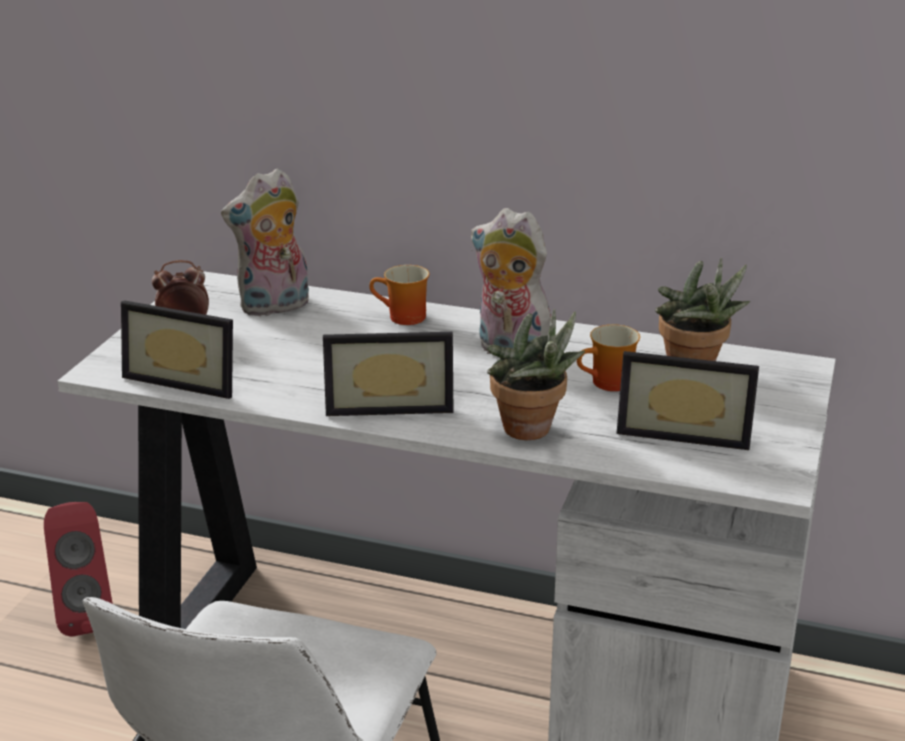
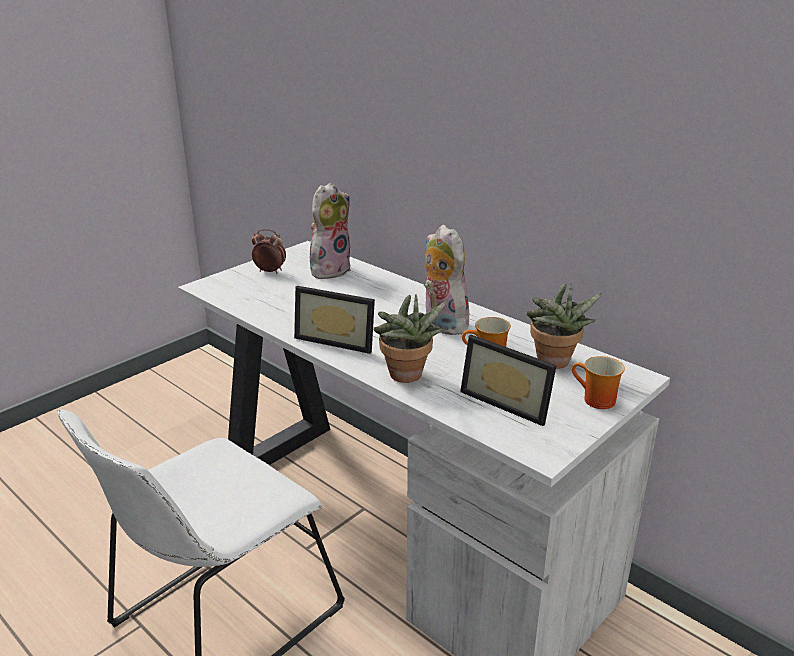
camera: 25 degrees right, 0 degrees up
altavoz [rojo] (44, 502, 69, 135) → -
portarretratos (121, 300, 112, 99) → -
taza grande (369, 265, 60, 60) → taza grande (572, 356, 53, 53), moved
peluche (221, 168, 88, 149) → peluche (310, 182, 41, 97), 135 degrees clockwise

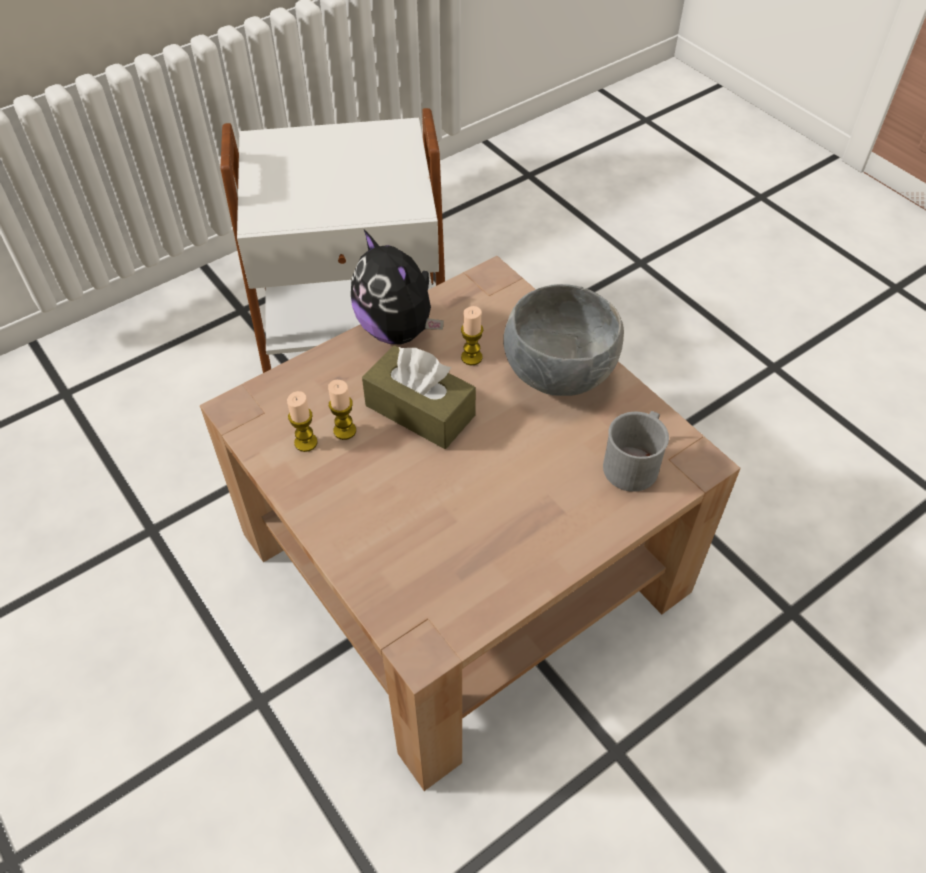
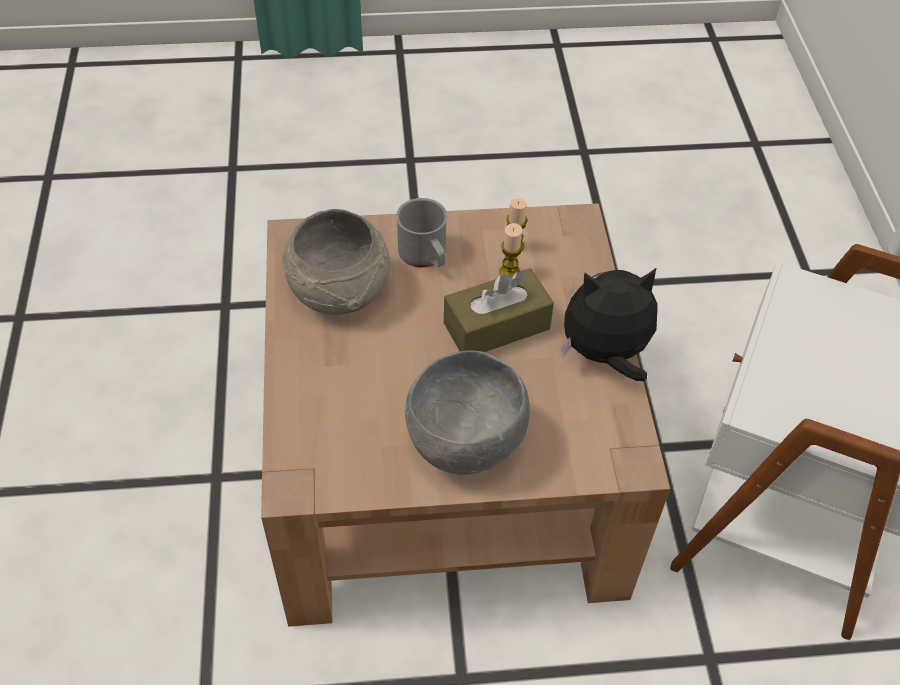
camera: 120 degrees right, 0 degrees up
vela (461, 306, 22, 59) → -
- → cuenco [gris] (282, 209, 108, 106)
taza grande [gris] (603, 411, 66, 81) → taza grande [gris] (396, 198, 51, 70), moved

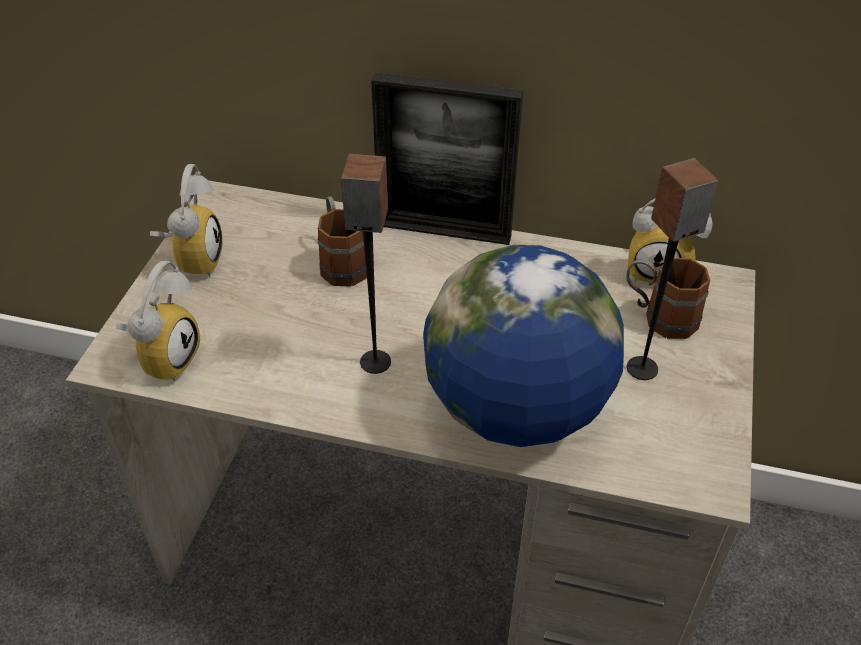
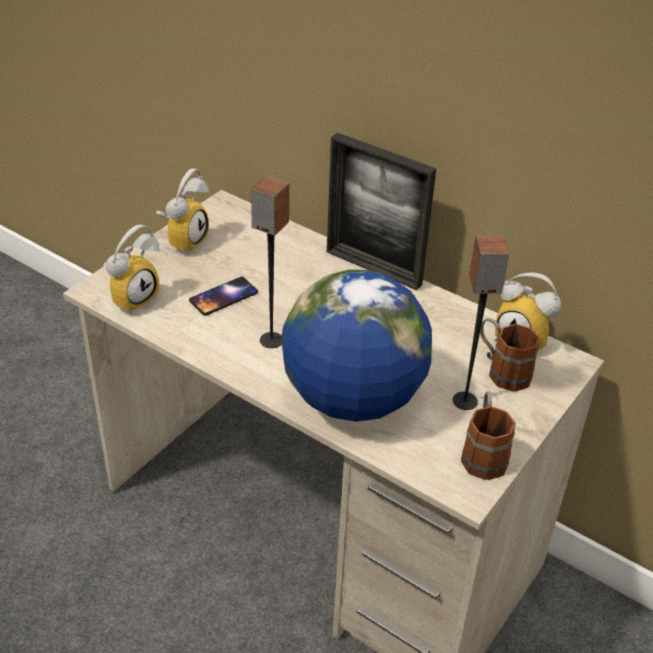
camera: 20 degrees right, 5 degrees down
- → móvil (189, 277, 69, 39)
taza grande [marrón] (318, 196, 49, 91) → taza grande [marrón] (461, 392, 54, 88), moved

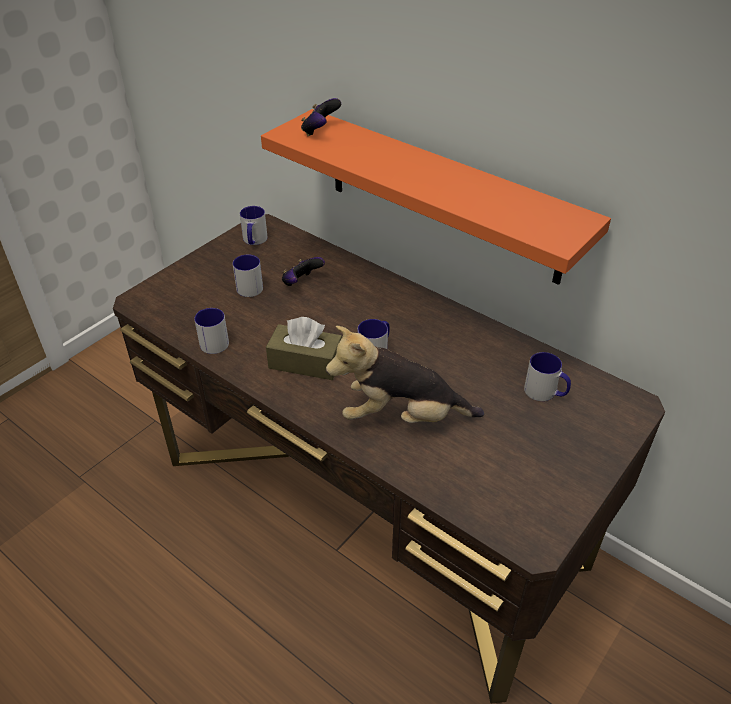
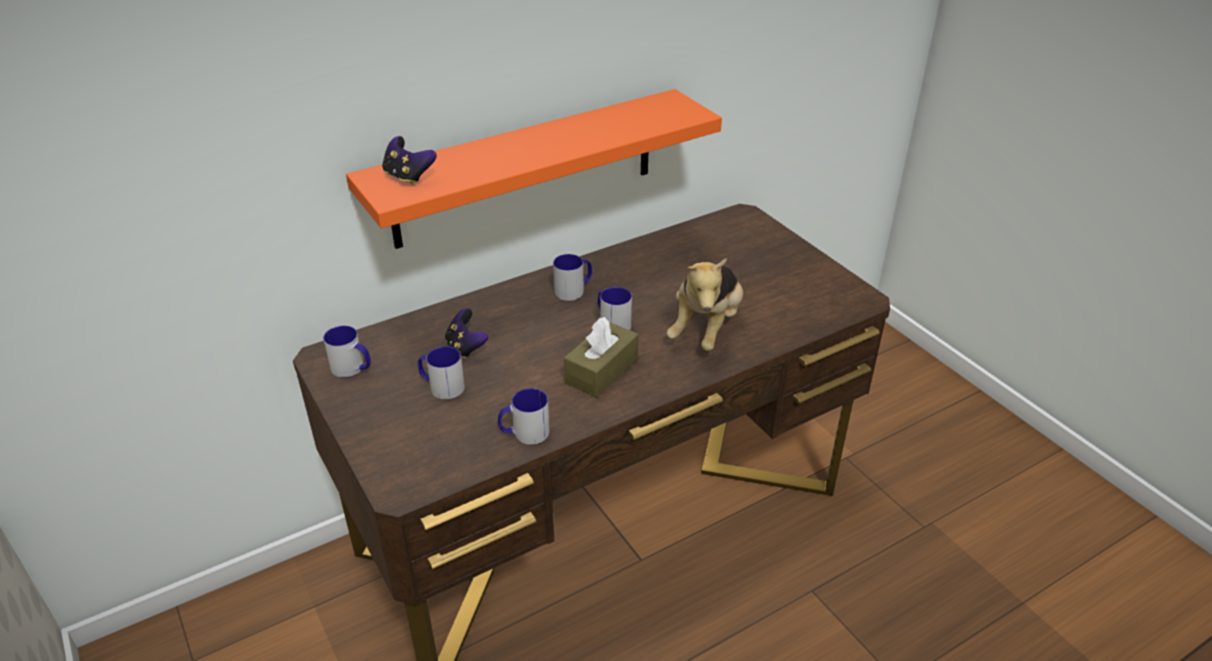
camera: 70 degrees left, 5 degrees down
taza grande (524, 352, 47, 49) → taza grande (553, 254, 39, 47), moved

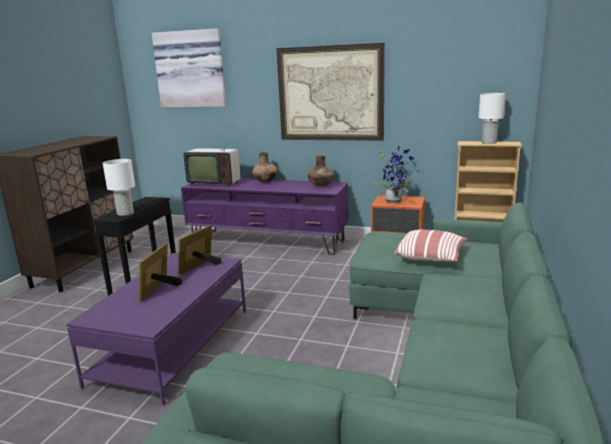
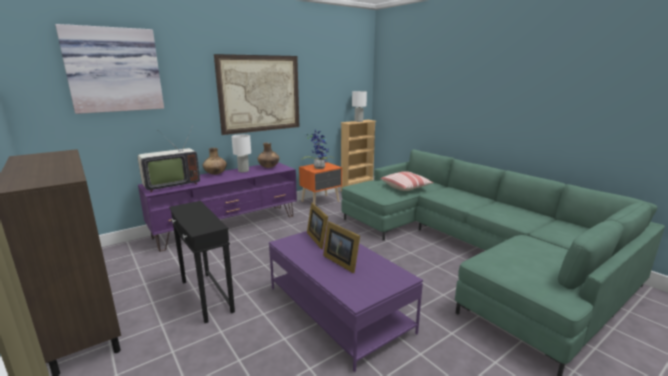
camera: 55 degrees left, 0 degrees up
lámpara de mesa [blanco] (103, 159, 32, 57) → lámpara de mesa [blanco] (231, 134, 20, 38), moved

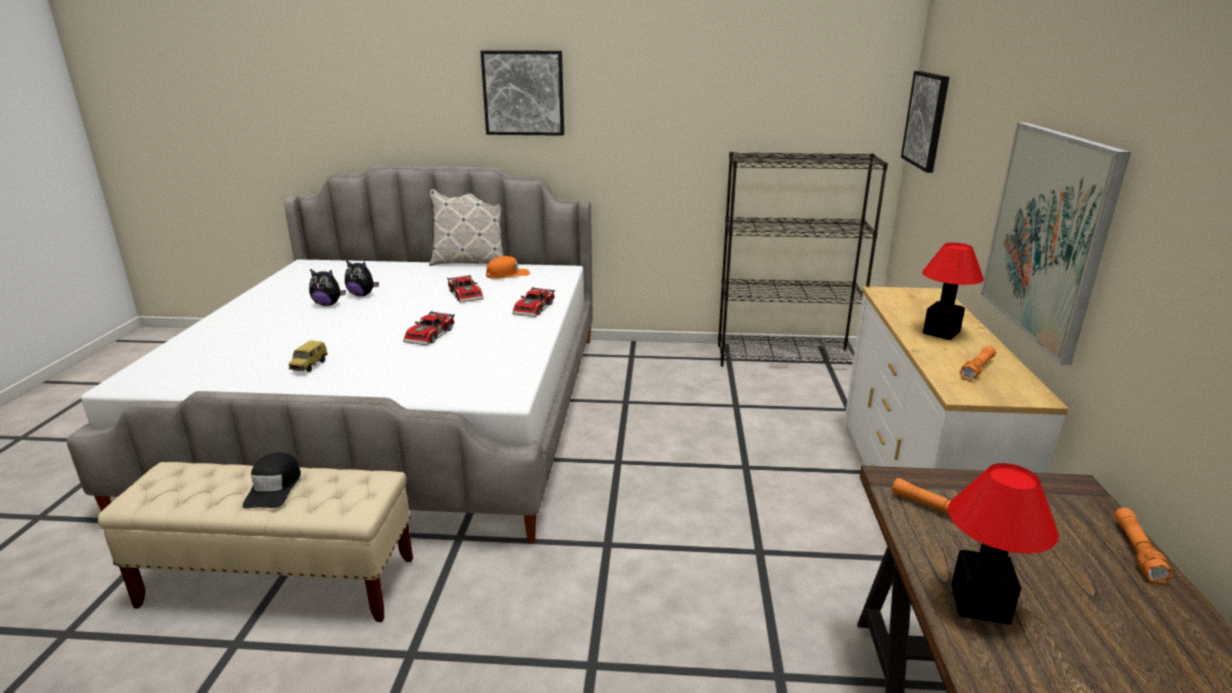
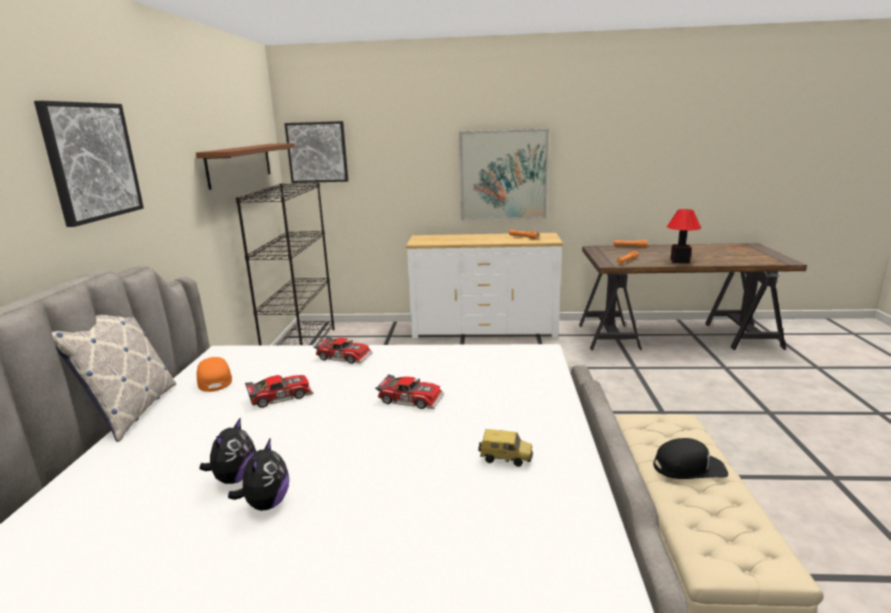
camera: 90 degrees left, 5 degrees down
lámpara de mesa (922, 243, 62, 97) → -
- → estante [marrón] (196, 143, 99, 47)

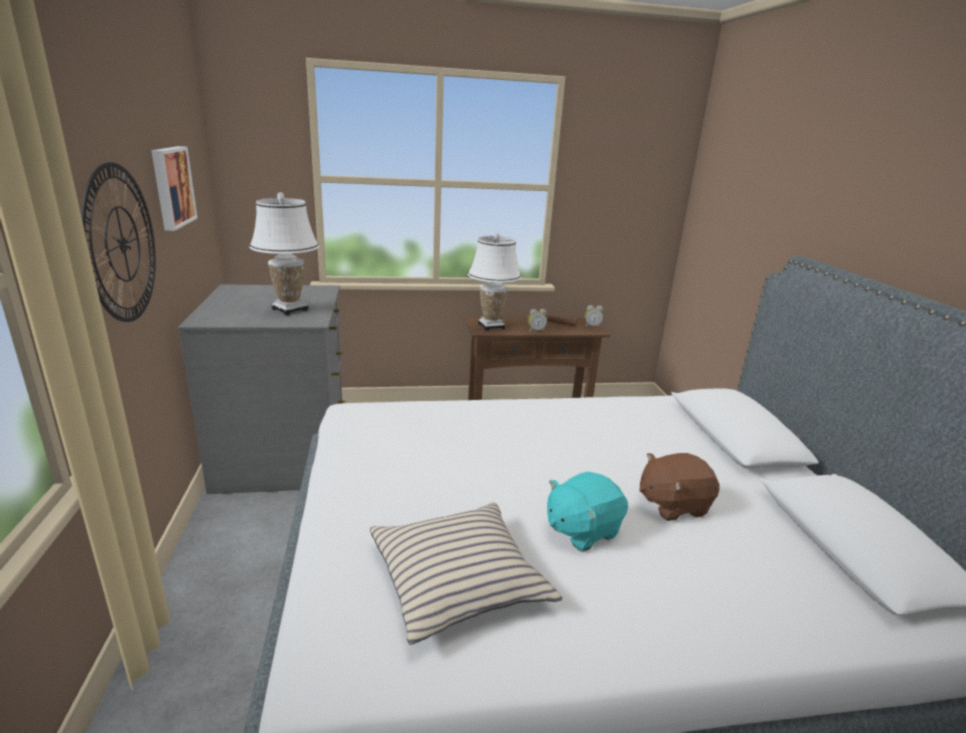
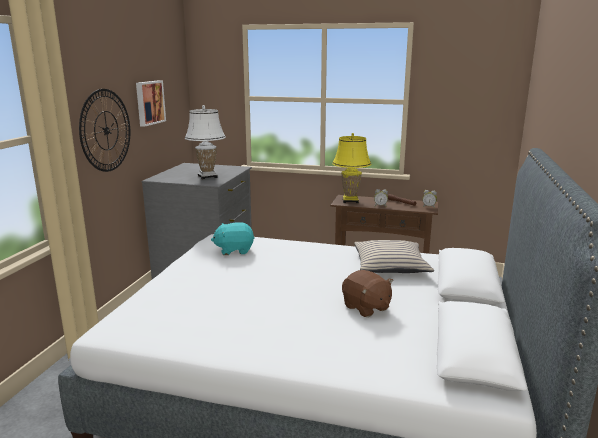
camera: 25 degrees right, 5 degrees down
cojín [beis] (370, 502, 192, 143) → cojín [beis] (354, 240, 80, 33), moved
peluche [turquesa] (547, 472, 81, 80) → peluche [turquesa] (211, 222, 44, 33), moved
lámpara de mesa [blanco] (468, 232, 54, 99) → lámpara de mesa [amarillo] (332, 133, 39, 70)
peluche [marrón] (639, 453, 81, 68) → peluche [marrón] (342, 270, 51, 47), 135 degrees counterclockwise

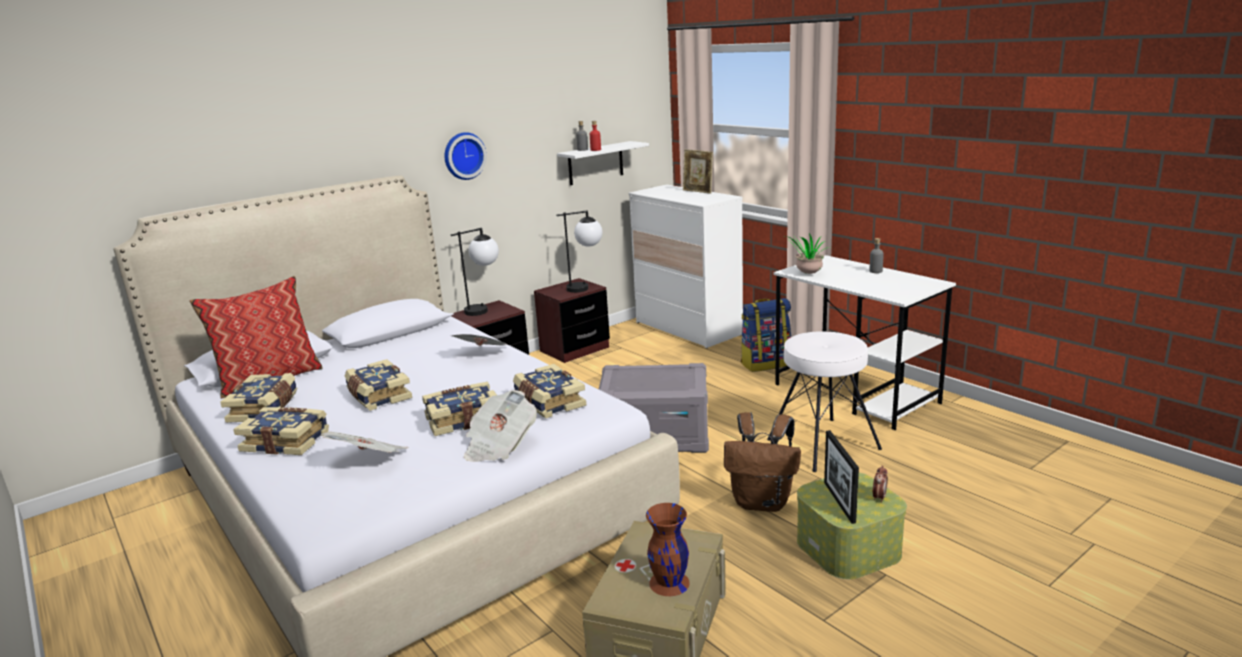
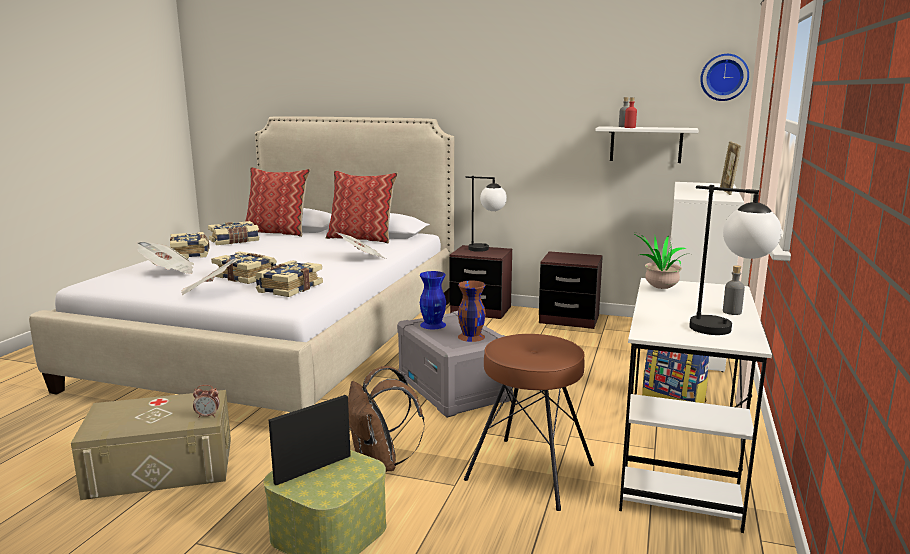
camera: 55 degrees right, 5 degrees down
libro (345, 359, 67, 52) → -
- → cojín (326, 170, 72, 73)
- → florero [azul] (420, 271, 26, 58)
reloj de pared (445, 132, 42, 48) → reloj de pared (700, 54, 49, 47), moved
lámpara de mesa (556, 210, 46, 83) → lámpara de mesa (689, 185, 93, 150), moved
florero [marrón] (646, 503, 44, 93) → florero [marrón] (458, 281, 28, 61), moved
despertador (873, 465, 15, 38) → despertador (193, 385, 27, 33), moved
taburete [blanco] (767, 331, 115, 141) → taburete [marrón] (464, 334, 130, 177)

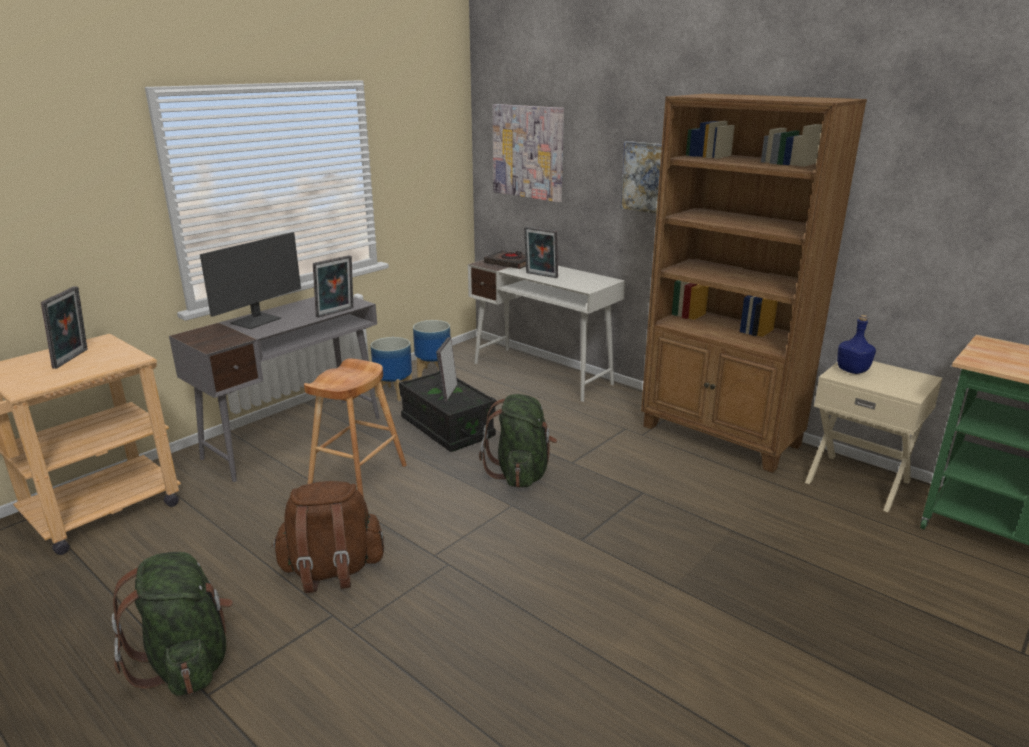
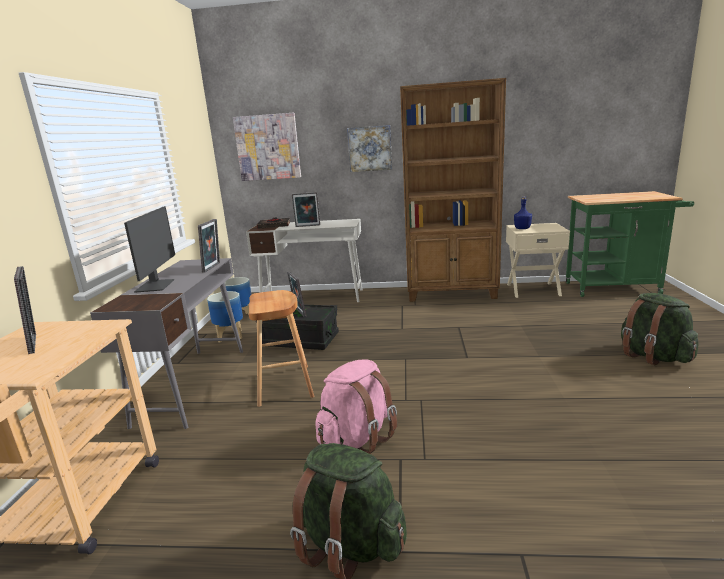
camera: 35 degrees left, 5 degrees down
mochila [verde] (479, 394, 78, 94) → mochila [verde] (621, 293, 78, 72), moved
mochila [marrón] (272, 481, 112, 112) → mochila [rosa] (315, 359, 82, 95)

